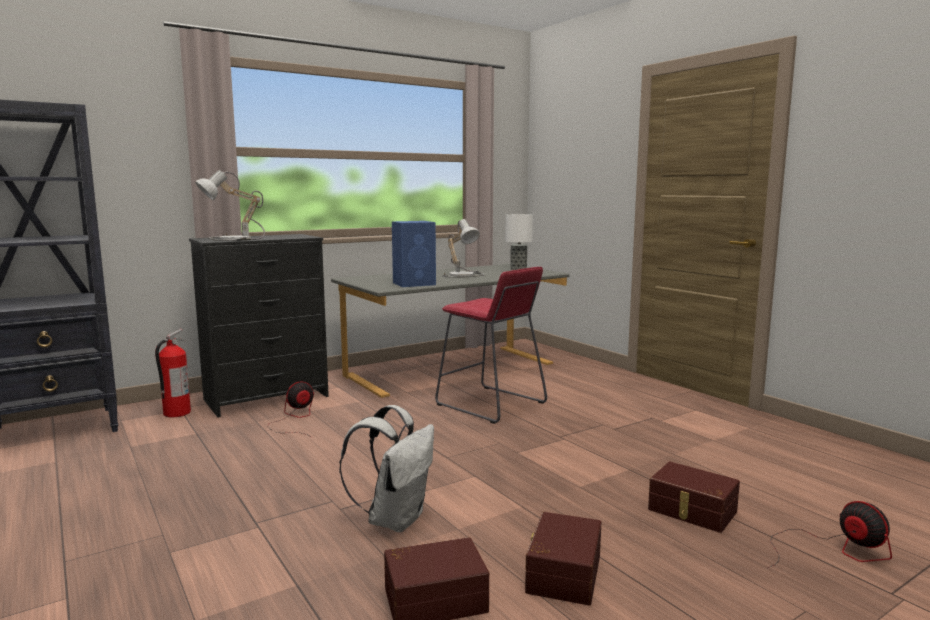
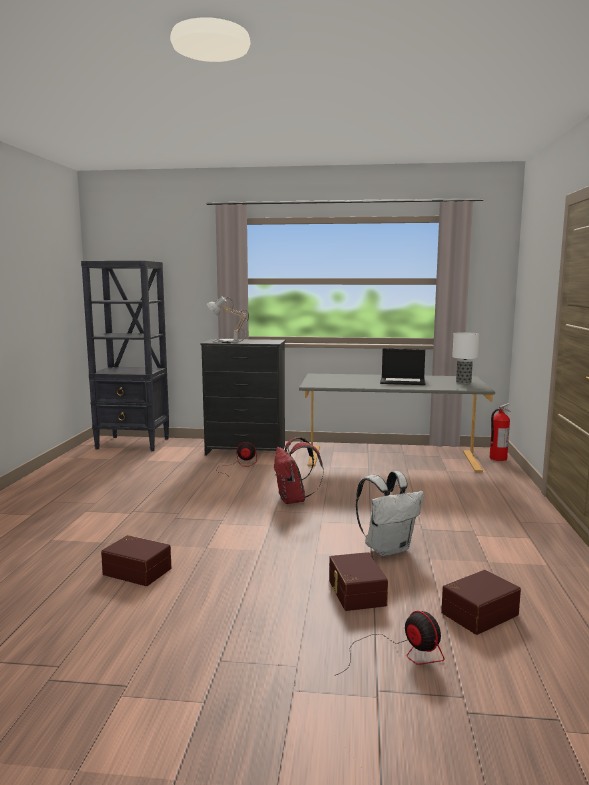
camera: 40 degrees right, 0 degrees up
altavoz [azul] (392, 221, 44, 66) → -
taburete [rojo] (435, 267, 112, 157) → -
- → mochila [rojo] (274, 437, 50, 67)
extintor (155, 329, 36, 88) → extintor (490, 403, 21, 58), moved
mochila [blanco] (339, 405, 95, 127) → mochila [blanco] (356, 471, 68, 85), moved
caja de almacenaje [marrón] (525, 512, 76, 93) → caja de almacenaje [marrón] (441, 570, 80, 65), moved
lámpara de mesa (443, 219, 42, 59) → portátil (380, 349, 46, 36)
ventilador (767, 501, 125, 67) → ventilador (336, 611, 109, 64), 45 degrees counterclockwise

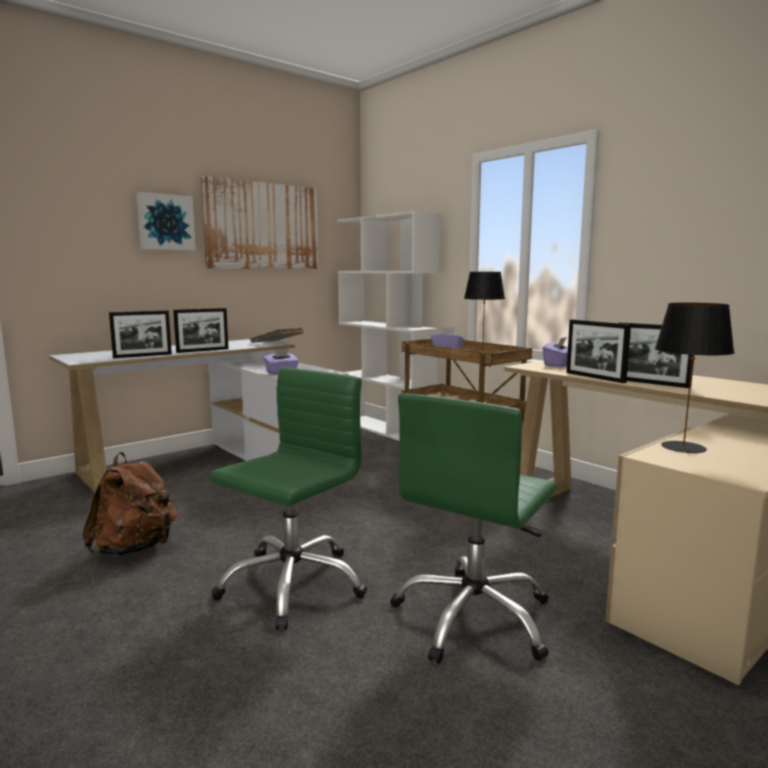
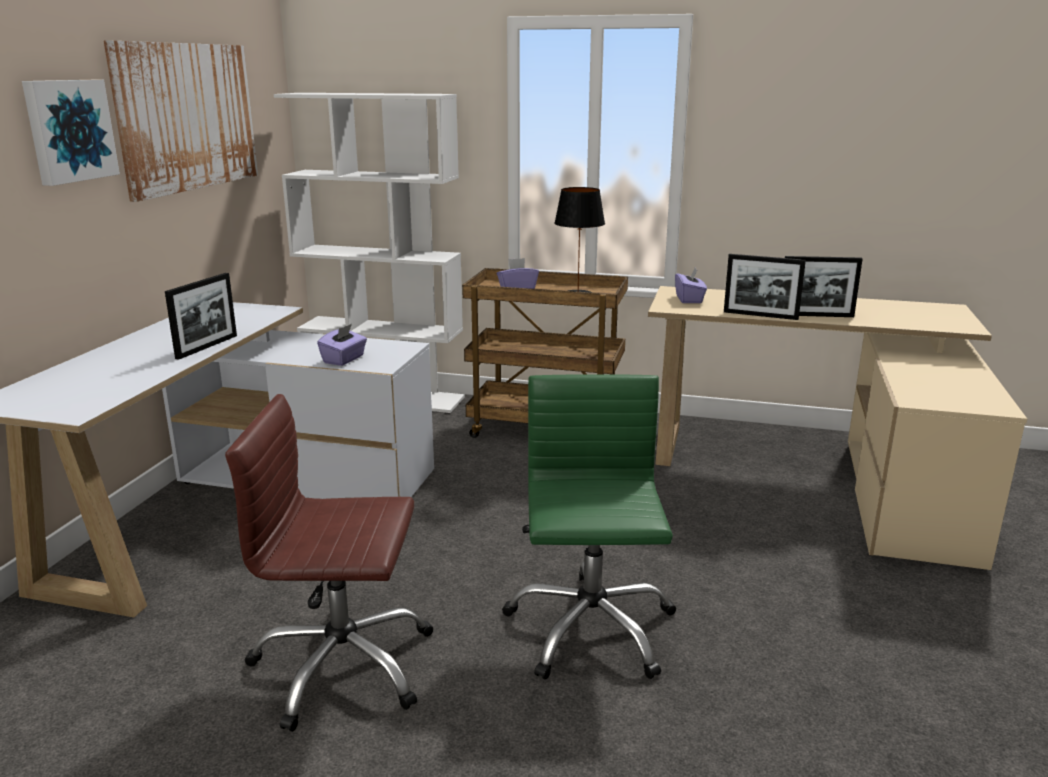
camera: 35 degrees left, 10 degrees up
portarretratos (109, 311, 63, 47) → -
libro [gris] (250, 328, 53, 15) → -
silla de oficina [verde] (390, 394, 166, 270) → -
lámpara de mesa [negro] (655, 303, 80, 150) → -
mochila [marrón] (82, 452, 96, 104) → silla de oficina [marrón] (225, 394, 208, 338)

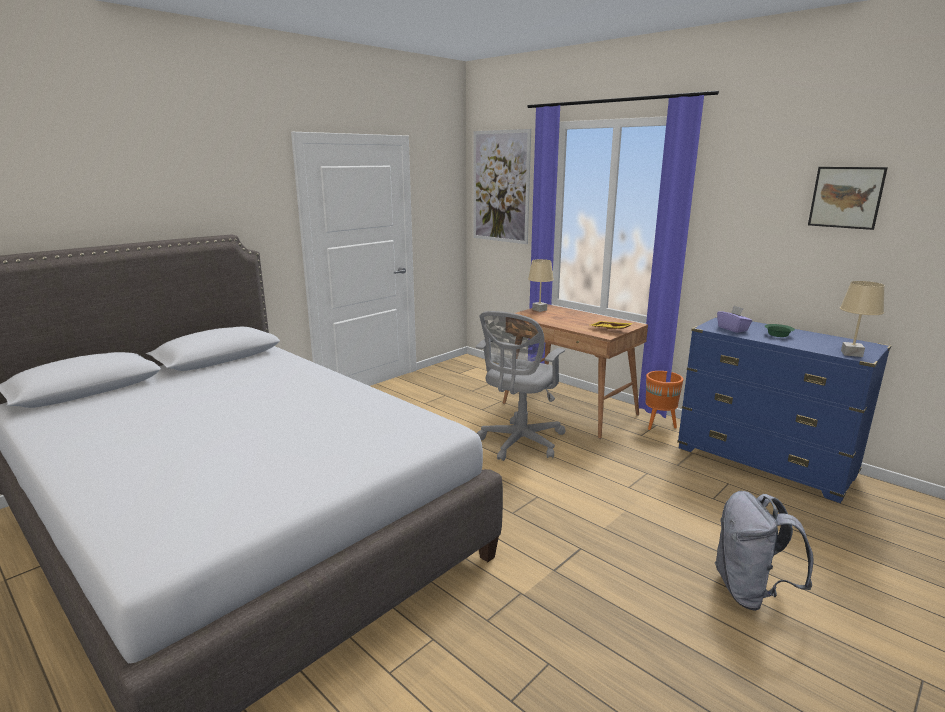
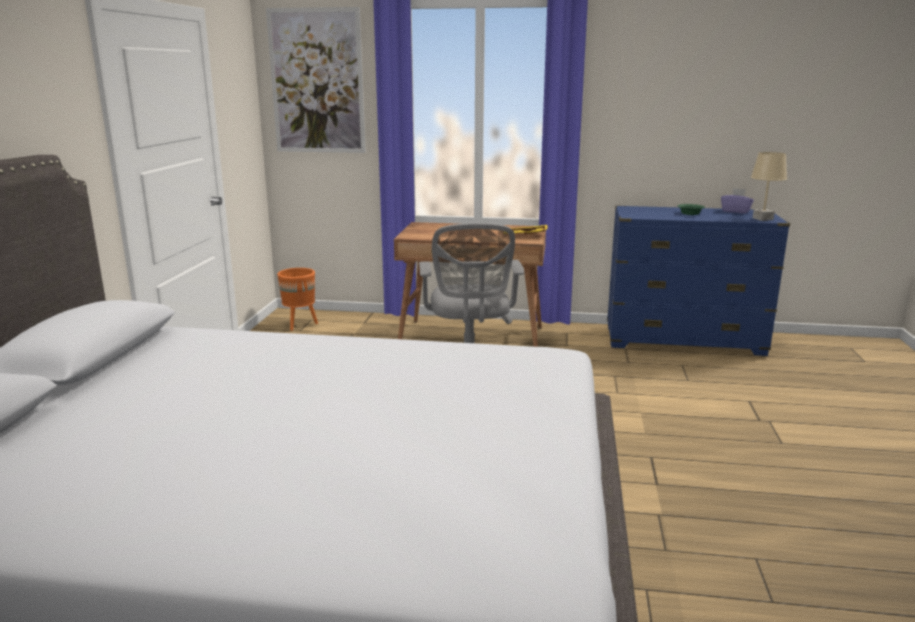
camera: 35 degrees left, 0 degrees up
lámpara de mesa [beis] (528, 259, 26, 53) → -
mochila [gris] (715, 491, 99, 120) → -
cuadro (808, 167, 80, 63) → -
maceta [naranja] (646, 371, 37, 59) → maceta [naranja] (277, 268, 41, 63), moved
caja de pañuelos [morado] (717, 306, 35, 27) → caja de pañuelos [morado] (721, 188, 33, 26), moved

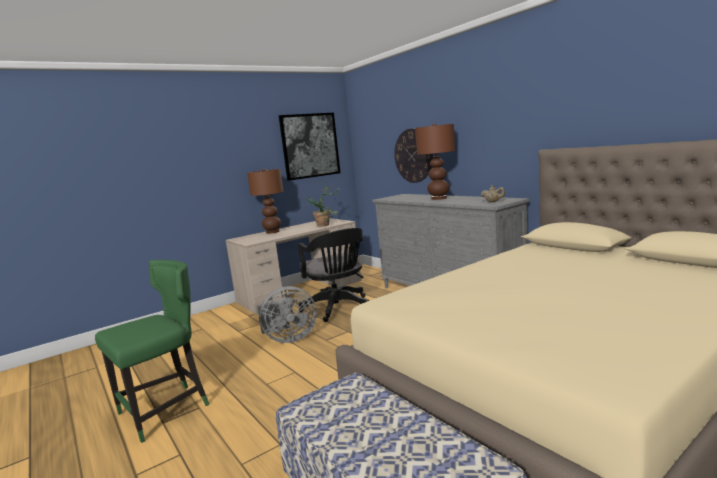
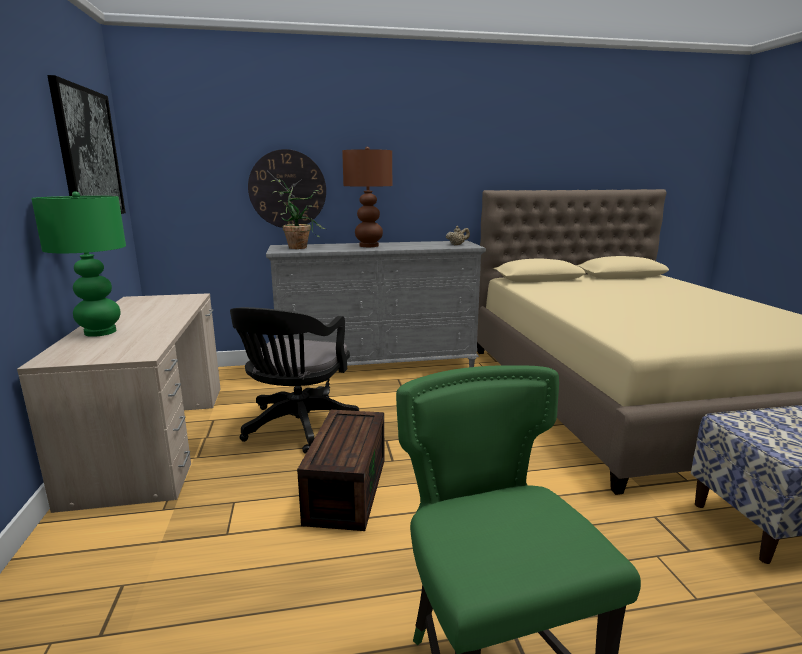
camera: 65 degrees left, 5 degrees up
planta en maceta (302, 182, 37, 45) → planta en maceta (271, 179, 55, 70), moved
ventilador [gris] (257, 286, 60, 57) → caja de almacenaje [marrón] (297, 410, 88, 121)
lámpara de mesa [marrón] (247, 168, 36, 66) → lámpara de mesa [verde] (31, 191, 95, 146)
silla de oficina [negro] (298, 228, 71, 94) → silla de oficina [negro] (230, 307, 129, 147), 105 degrees clockwise

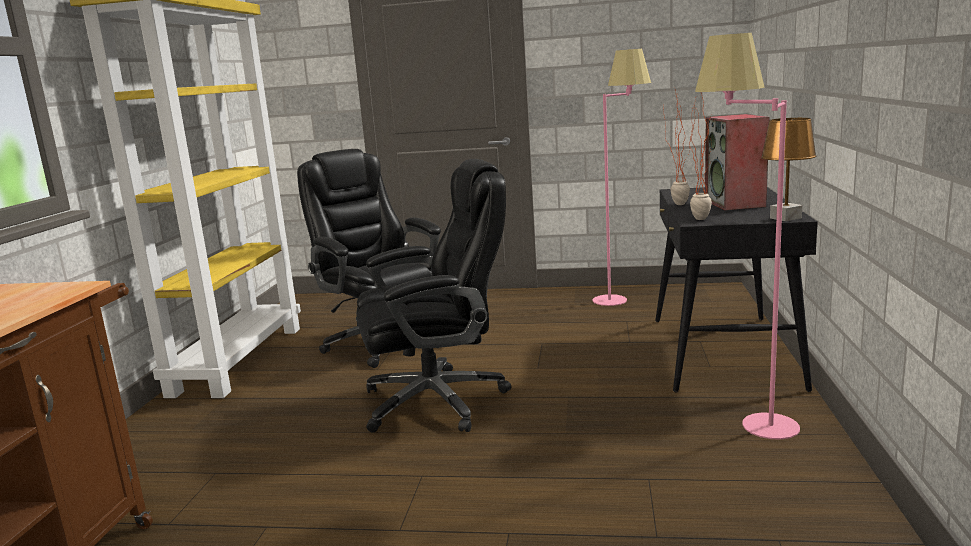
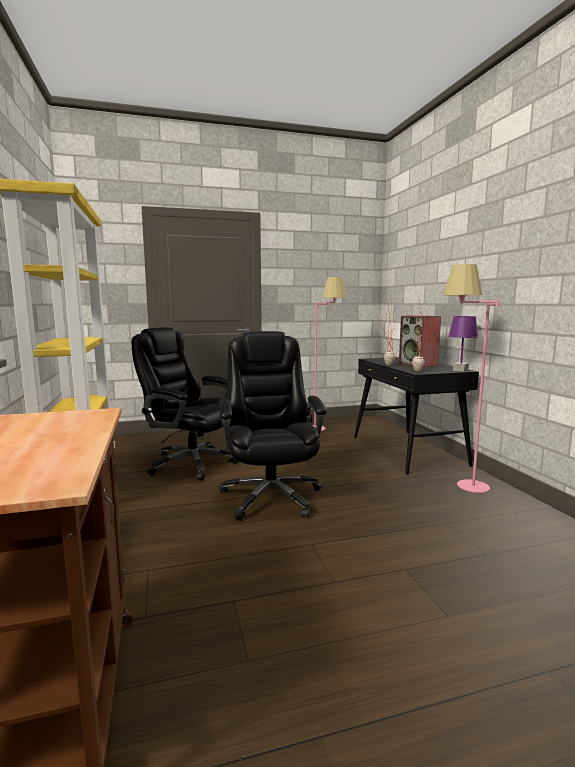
camera: 25 degrees left, 5 degrees down
lámpara de mesa [marrón] (761, 118, 55, 103) → lámpara de mesa [morado] (449, 316, 29, 56)
silla de oficina [negro] (356, 159, 156, 273) → silla de oficina [negro] (219, 331, 108, 189), 60 degrees counterclockwise

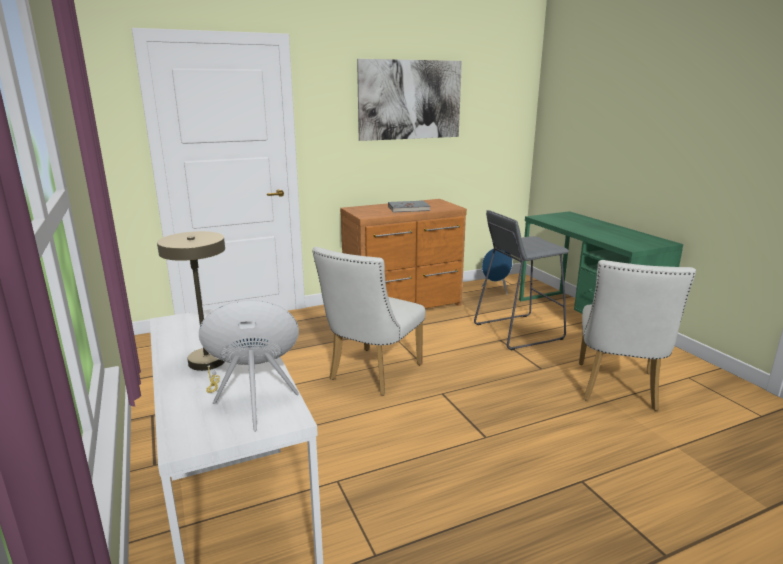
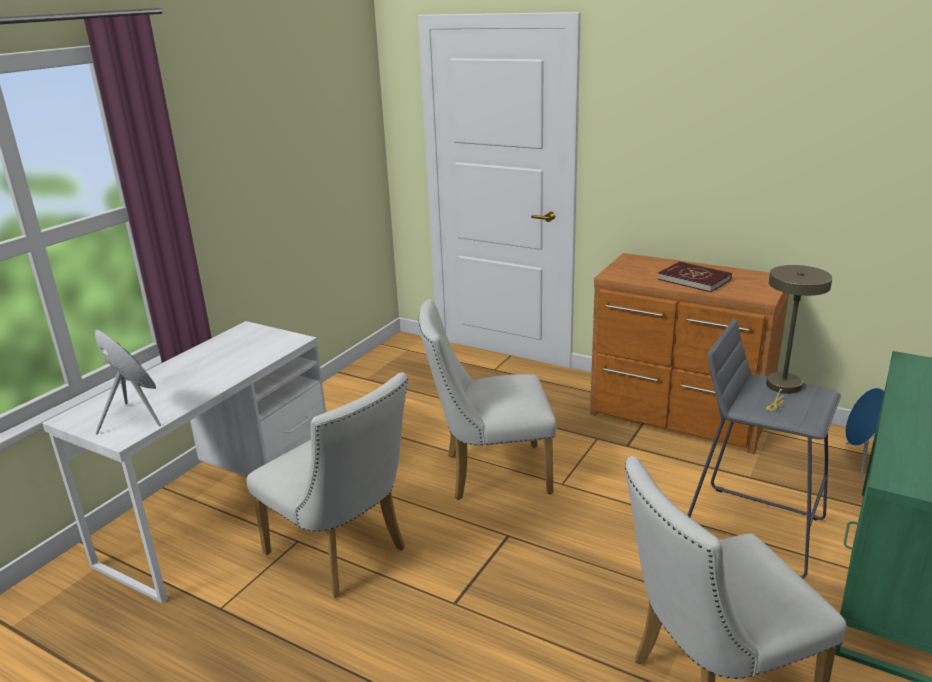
camera: 55 degrees right, 5 degrees up
cuadro (357, 59, 105, 82) → -
- → silla [blanco] (247, 372, 161, 226)
lámpara de mesa [beis] (157, 231, 68, 162) → lámpara de mesa [beis] (766, 265, 66, 146), moved
libro [gris] (388, 201, 43, 12) → libro [rojo] (658, 262, 74, 30)

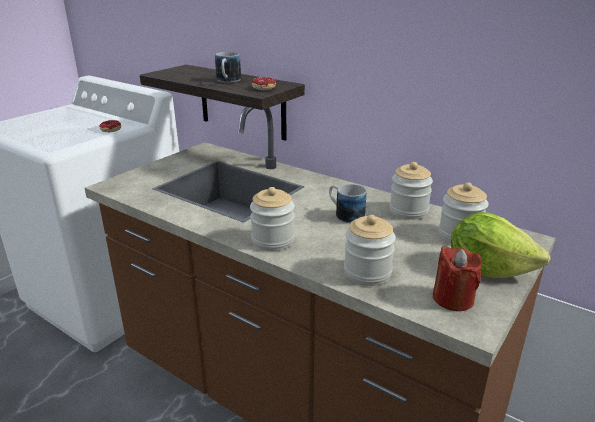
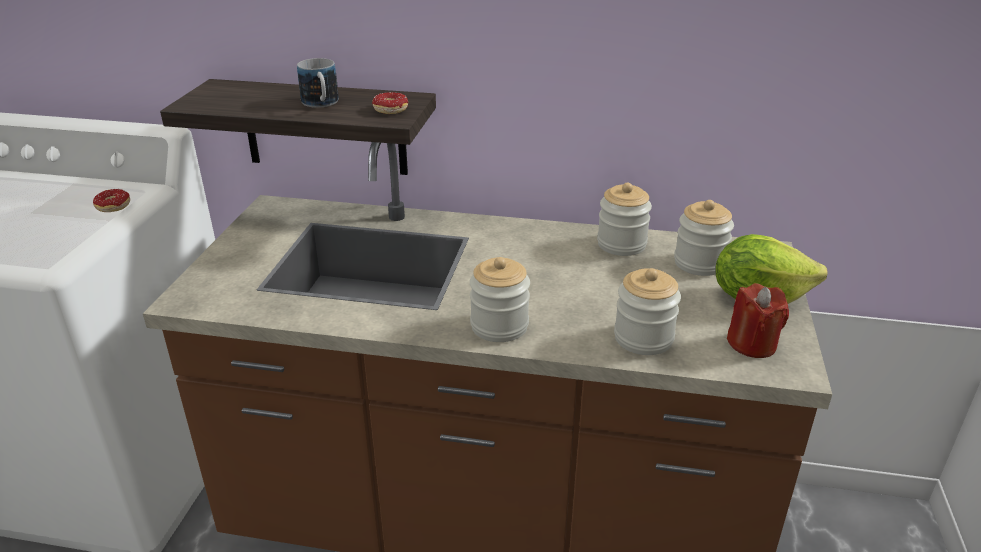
camera: 25 degrees left, 5 degrees up
taza grande (329, 184, 37, 39) → -

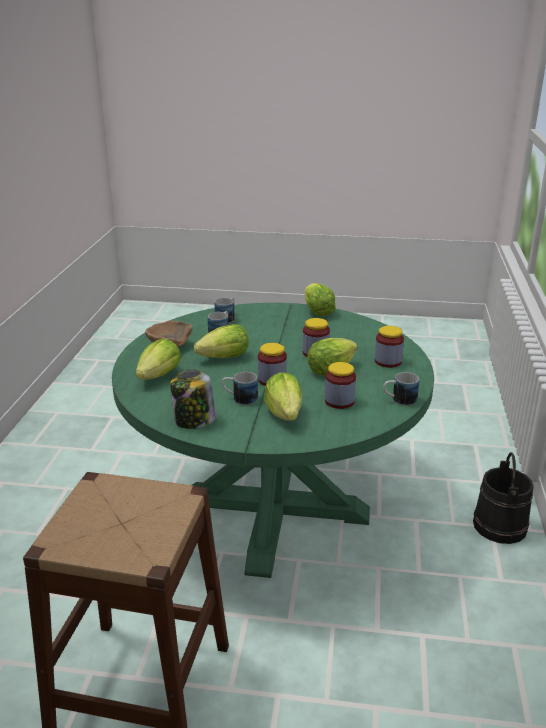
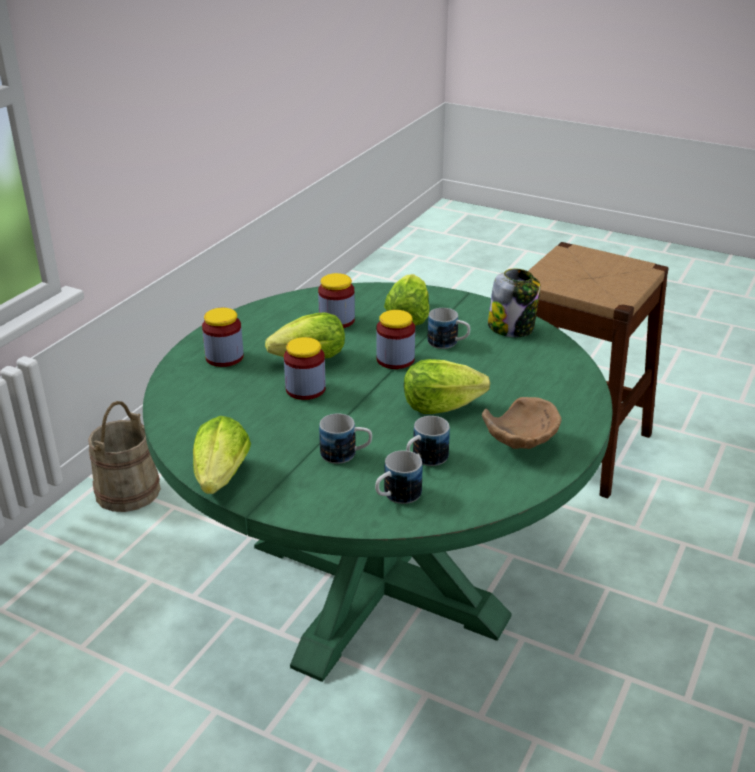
camera: 160 degrees left, 5 degrees up
lechuga (136, 338, 45, 42) → -
taza grande (383, 372, 36, 34) → taza grande (319, 413, 53, 51), moved
cubo [negro] (473, 452, 60, 92) → cubo [beis] (88, 401, 73, 111)

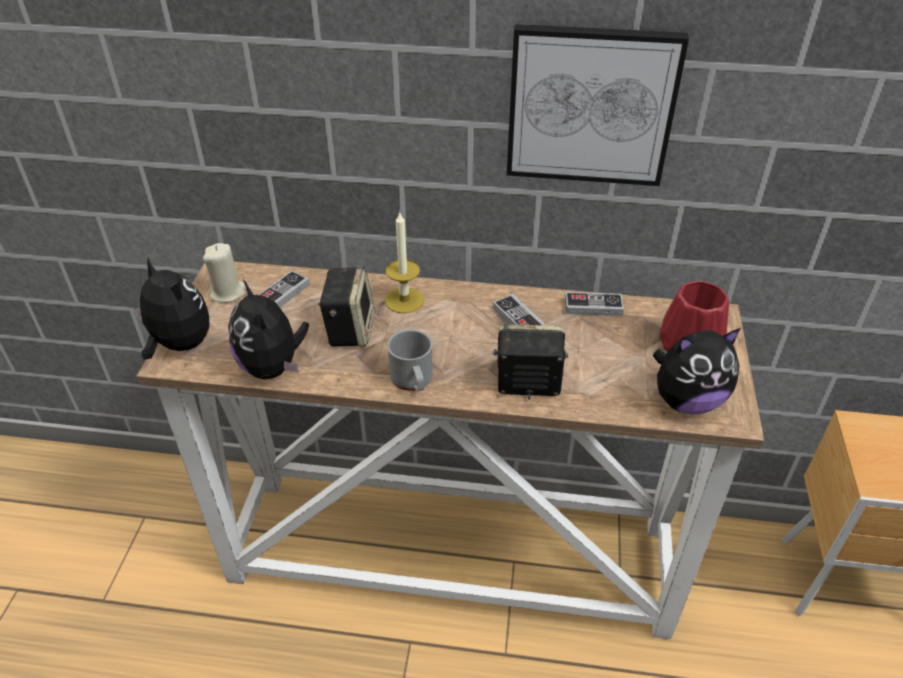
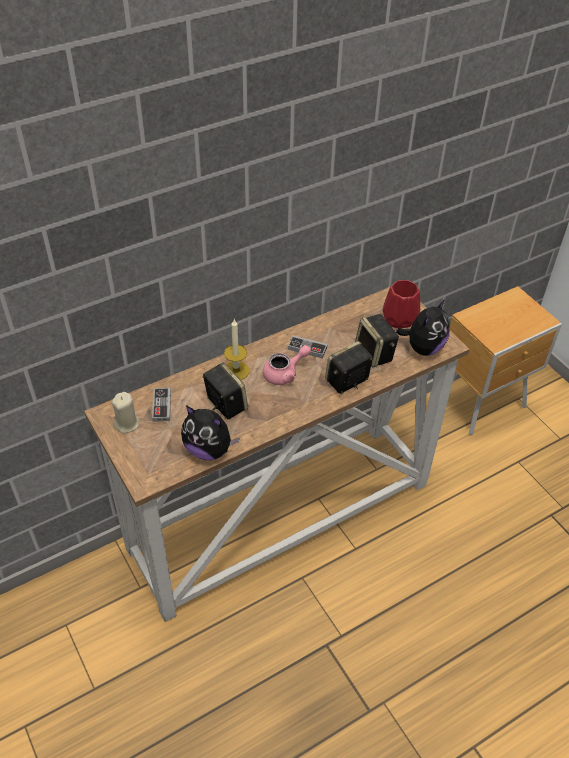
camera: 40 degrees left, 5 degrees up
peluche (134, 258, 76, 102) → -
taza grande [gris] (387, 329, 46, 62) → -
cuadro (507, 24, 182, 162) → -
mando de consola (565, 292, 59, 24) → -
- → tetera [rosa] (263, 345, 48, 40)
- → altavoz (355, 314, 44, 54)

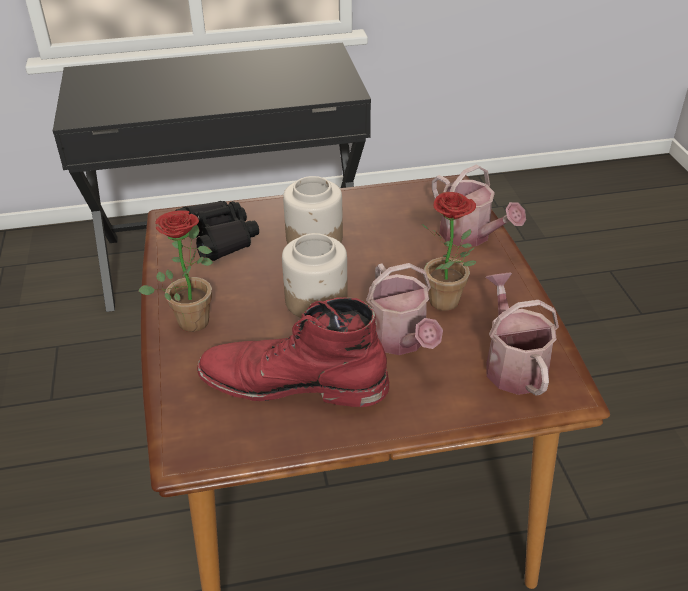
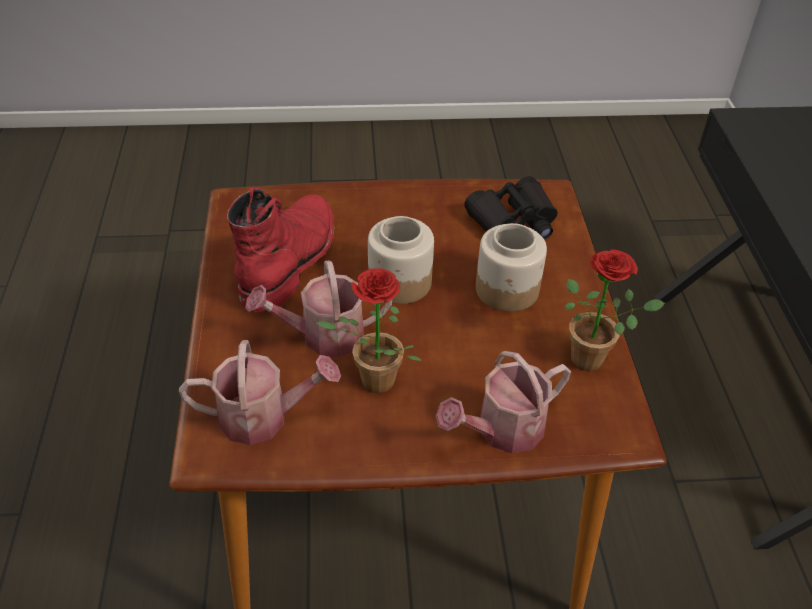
camera: 95 degrees right, 5 degrees up
planta en maceta (138, 210, 75, 122) → planta en maceta (565, 249, 100, 122), moved

